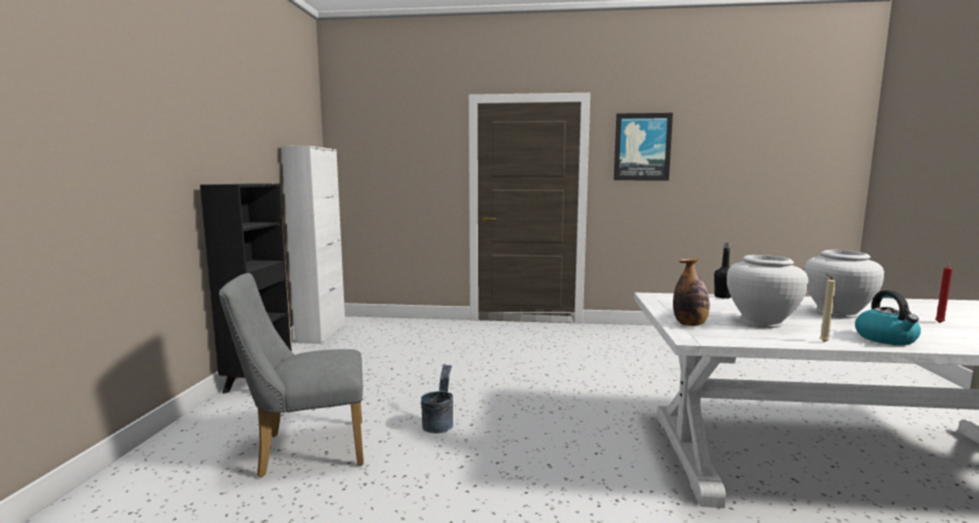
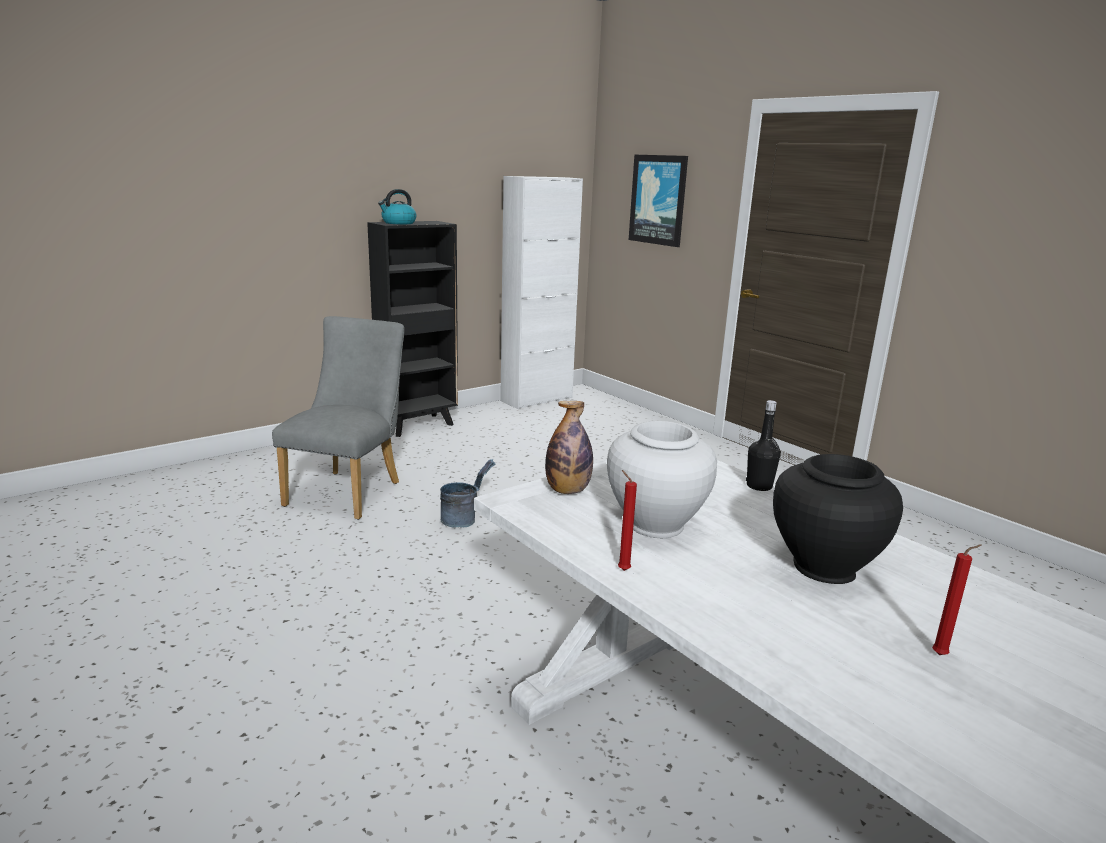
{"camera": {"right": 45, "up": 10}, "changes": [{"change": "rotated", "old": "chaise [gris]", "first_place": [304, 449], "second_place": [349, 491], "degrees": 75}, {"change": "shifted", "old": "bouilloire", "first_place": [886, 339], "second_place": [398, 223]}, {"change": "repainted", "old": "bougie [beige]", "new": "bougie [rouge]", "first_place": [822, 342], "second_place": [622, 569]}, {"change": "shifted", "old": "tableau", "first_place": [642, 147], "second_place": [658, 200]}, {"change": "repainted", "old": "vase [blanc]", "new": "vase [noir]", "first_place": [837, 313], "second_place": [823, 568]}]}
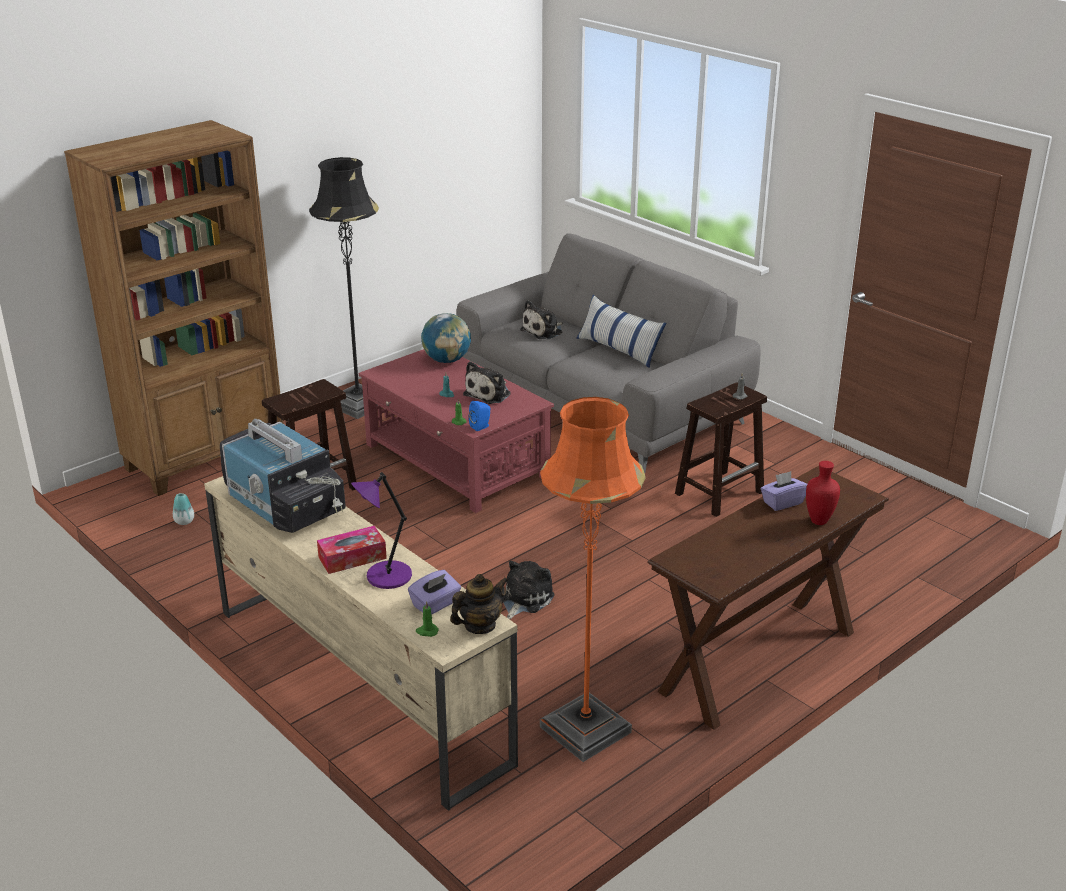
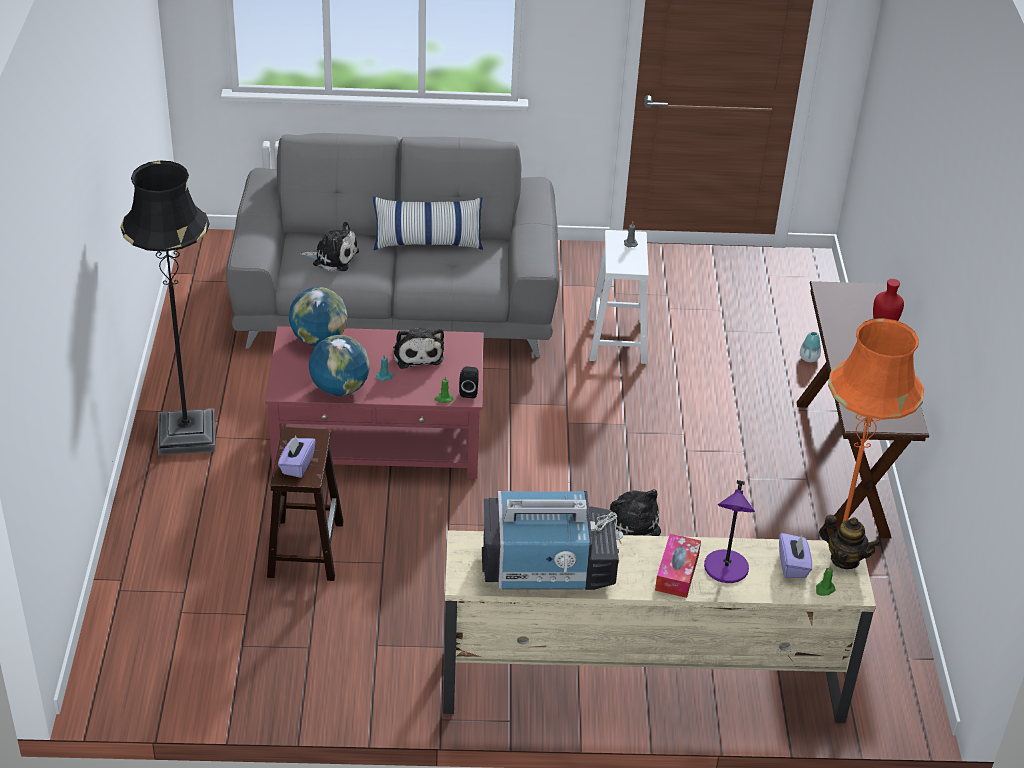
{"camera": {"right": -50, "up": 10}, "changes": [{"change": "shifted", "old": "boîte à mouchoirs [violet]", "first_place": [782, 502], "second_place": [297, 465]}, {"change": "rotated", "old": "peluche", "first_place": [543, 331], "second_place": [333, 257], "degrees": -75}, {"change": "new", "new": "globe", "second_place": [339, 388]}, {"change": "repainted", "old": "enceinte [bleu]", "new": "enceinte [noir]", "first_place": [481, 426], "second_place": [469, 391]}, {"change": "repainted", "old": "tabouret [marron]", "new": "tabouret [blanc]", "first_place": [720, 492], "second_place": [617, 339]}, {"change": "shifted", "old": "vase", "first_place": [184, 521], "second_place": [809, 358]}, {"change": "rotated", "old": "théière", "first_place": [480, 625], "second_place": [844, 559], "degrees": 120}, {"change": "gone", "old": "bibliothèque [marron]", "first_place": [206, 458]}]}
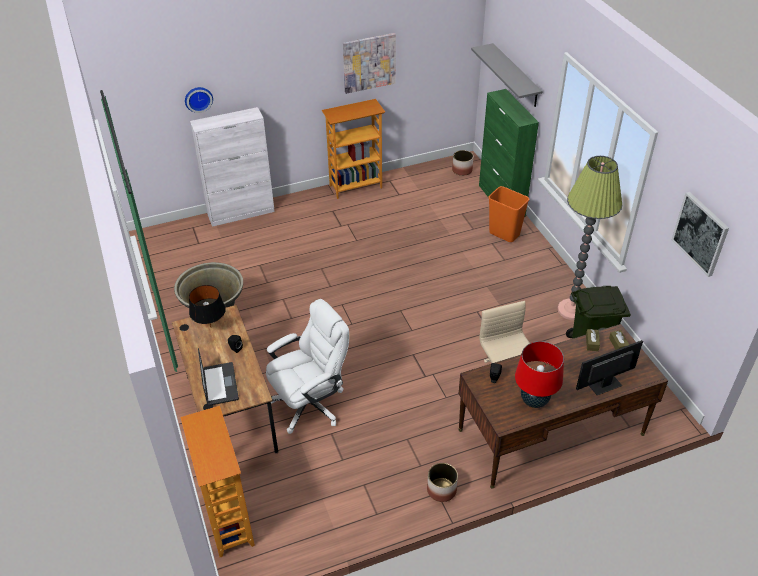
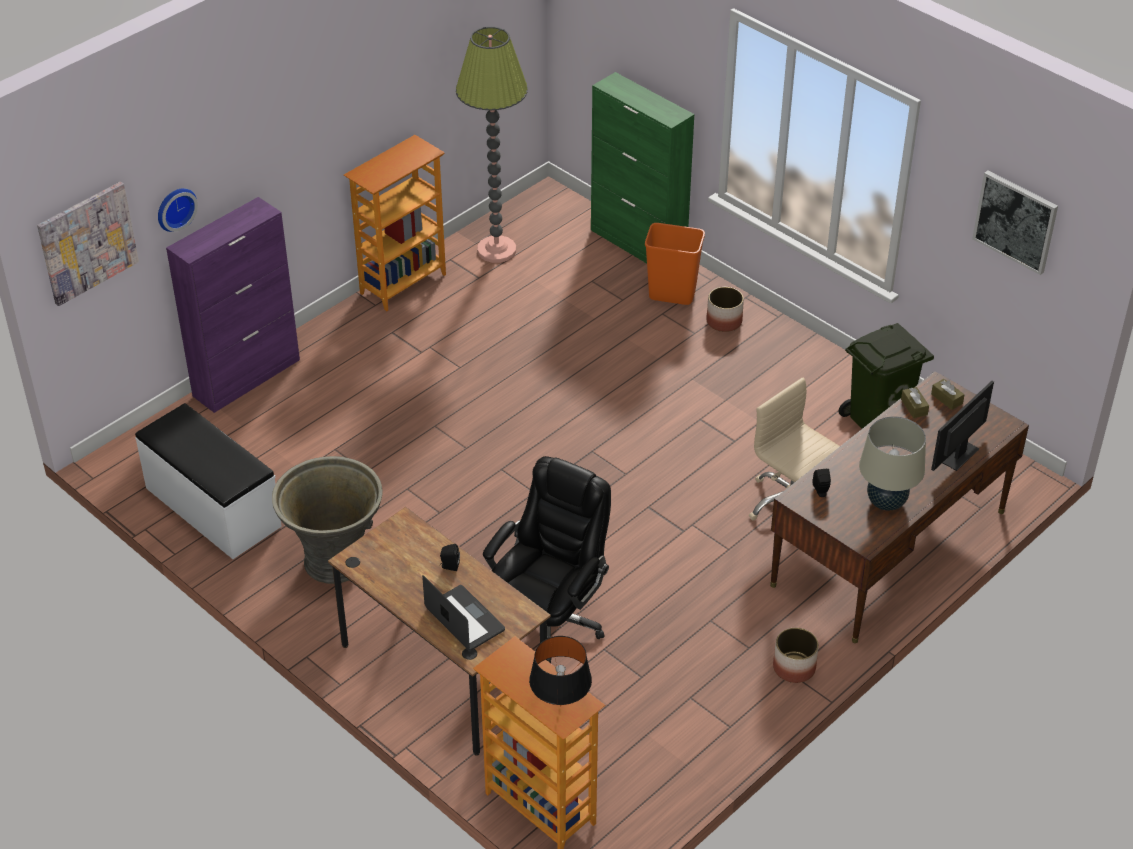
{"camera": {"right": -25, "up": 0}, "changes": [{"change": "shifted", "old": "tableau", "first_place": [369, 62], "second_place": [87, 242]}, {"change": "new", "new": "banc [blanc]", "second_place": [212, 508]}, {"change": "repainted", "old": "meuble de rangement [blanc]", "new": "meuble de rangement [violet]", "first_place": [241, 213], "second_place": [247, 377]}, {"change": "shifted", "old": "lampadaire", "first_place": [571, 310], "second_place": [496, 250]}, {"change": "repainted", "old": "chaise de bureau [blanc]", "new": "chaise de bureau [noir]", "first_place": [310, 404], "second_place": [548, 620]}, {"change": "shifted", "old": "lampe de table [noir]", "first_place": [210, 327], "second_place": [560, 706]}, {"change": "shifted", "old": "cache-pot", "first_place": [462, 170], "second_place": [724, 321]}, {"change": "repainted", "old": "lampe de table [rouge]", "new": "lampe de table [beige]", "first_place": [534, 400], "second_place": [886, 502]}, {"change": "gone", "old": "étagère [gris]", "first_place": [515, 76]}]}
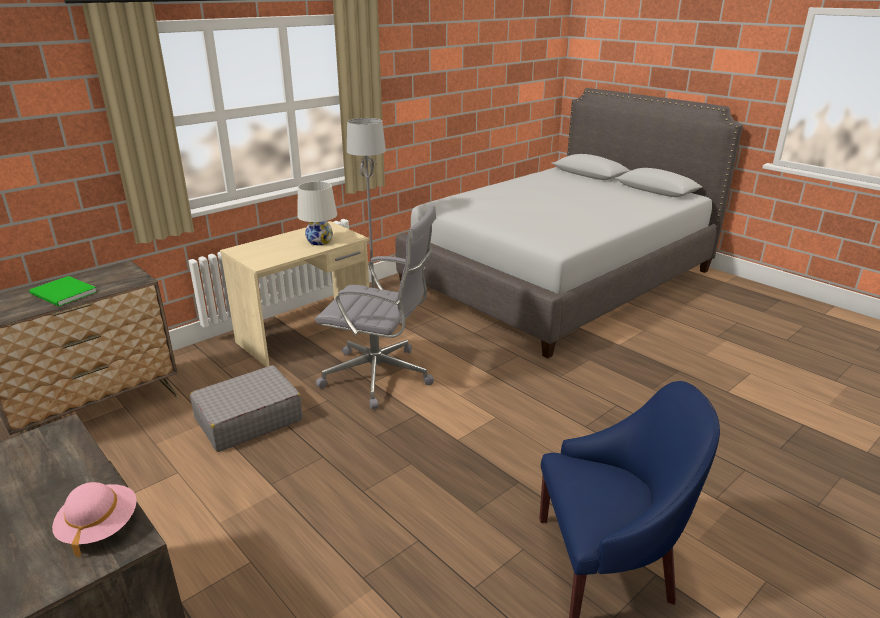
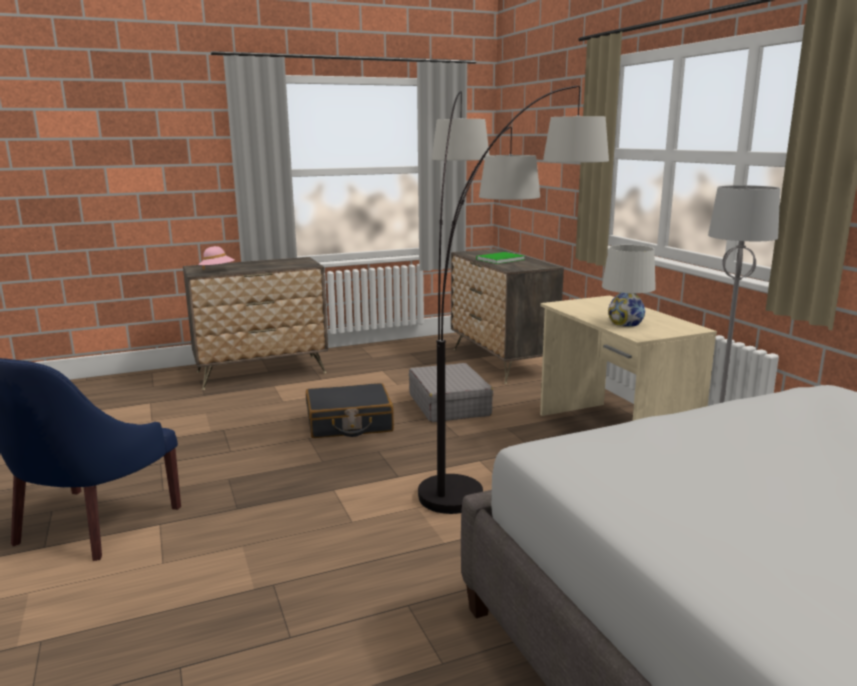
{"camera": {"right": 110, "up": -10}, "changes": [{"change": "new", "new": "valise [noir]", "second_place": [349, 423]}, {"change": "swapped", "old": "chaise de bureau [gris]", "new": "lampadaire", "first_place": [380, 376], "second_place": [489, 466]}]}
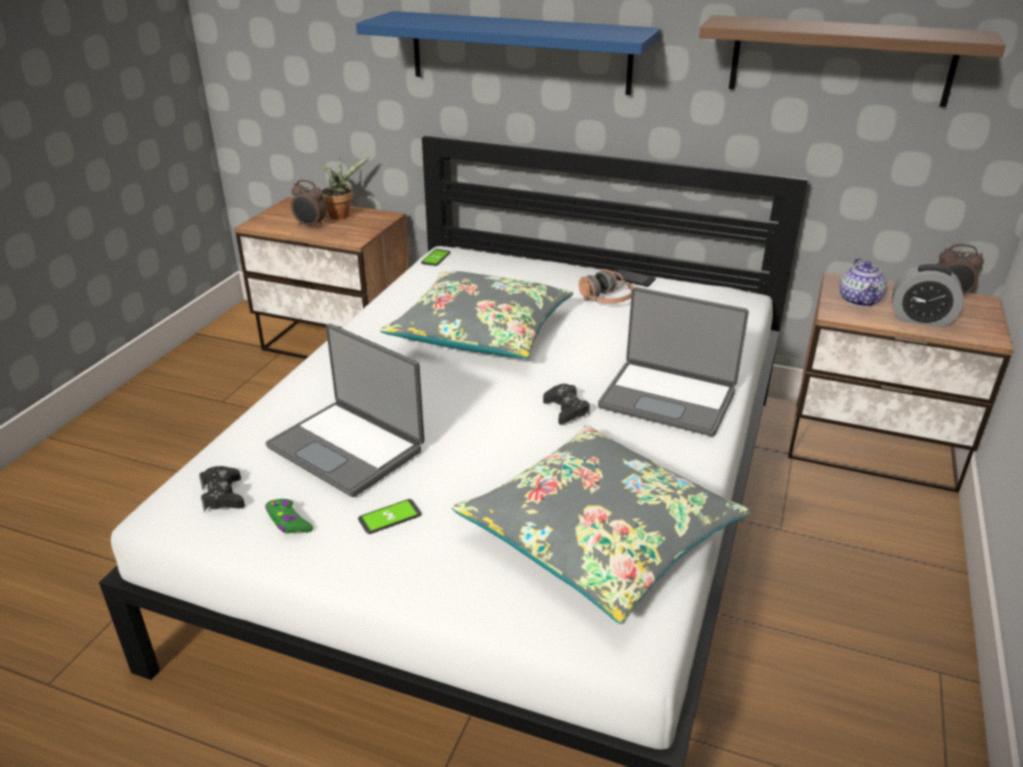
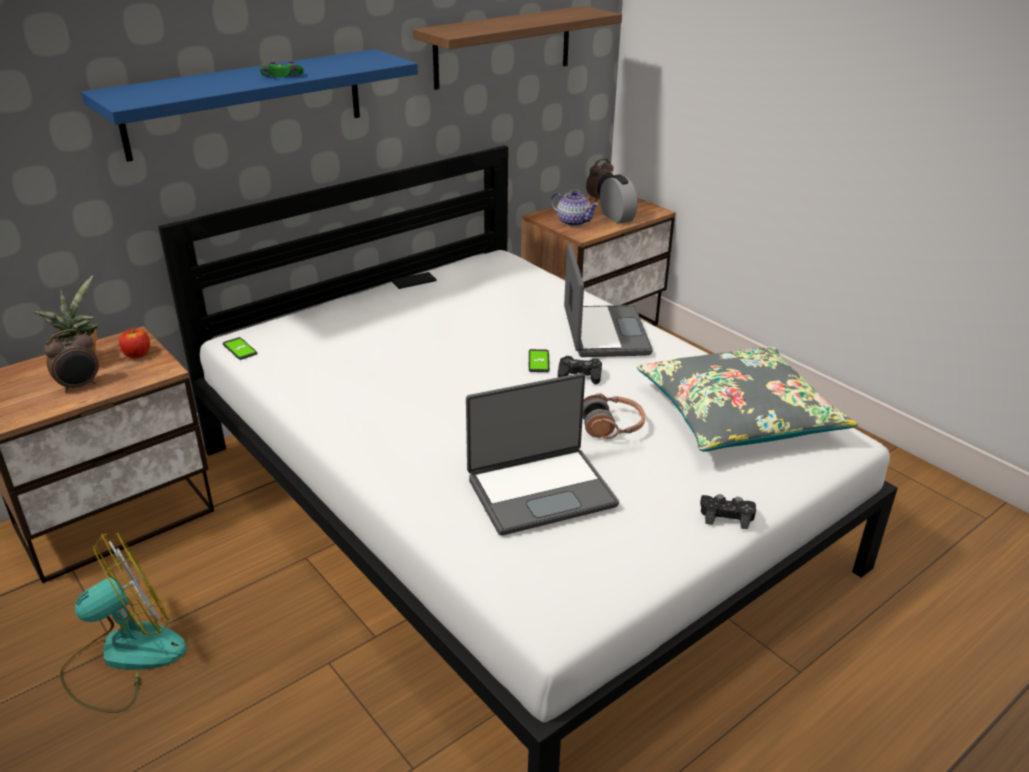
{"camera": {"right": -60, "up": 0}, "changes": [{"change": "new", "new": "ventilateur", "second_place": [124, 657]}, {"change": "new", "new": "pomme", "second_place": [137, 354]}, {"change": "shifted", "old": "manette [vert]", "first_place": [288, 522], "second_place": [281, 76]}, {"change": "shifted", "old": "téléphone", "first_place": [390, 517], "second_place": [538, 361]}, {"change": "rotated", "old": "ordinateur portable", "first_place": [668, 398], "second_place": [603, 333], "degrees": -60}, {"change": "shifted", "old": "casque audio", "first_place": [606, 299], "second_place": [611, 426]}, {"change": "rotated", "old": "réveil", "first_place": [920, 319], "second_place": [616, 217], "degrees": -75}, {"change": "shifted", "old": "manette [noir]", "first_place": [223, 495], "second_place": [726, 515]}, {"change": "gone", "old": "coussin [gris]", "first_place": [481, 332]}]}
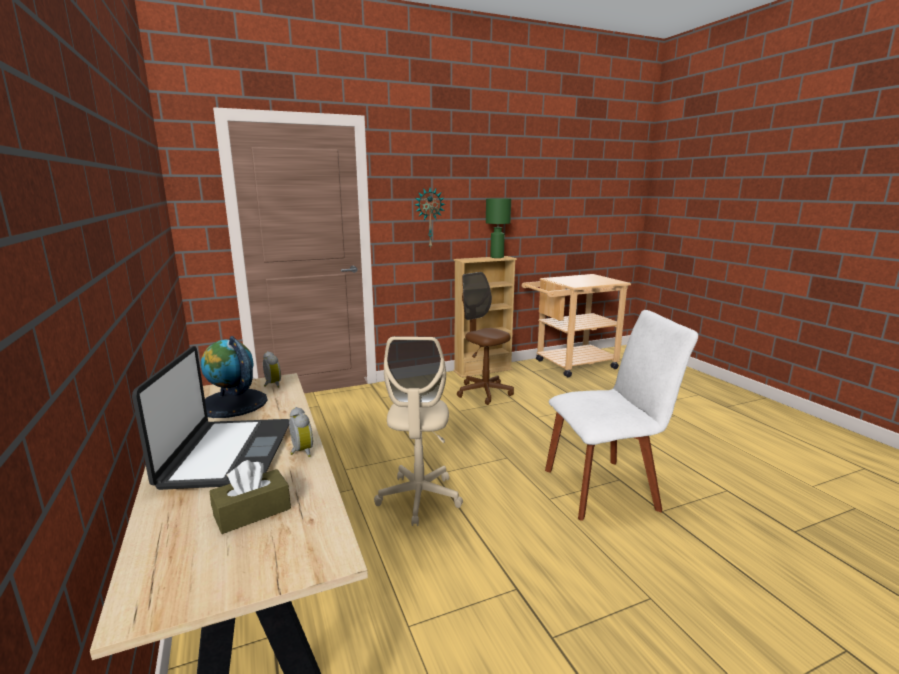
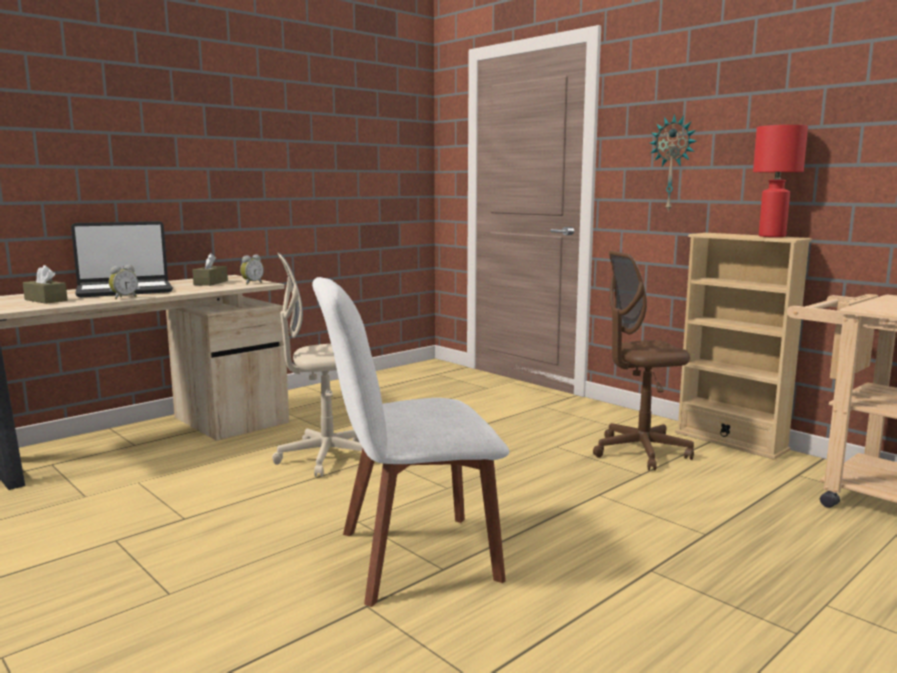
{"camera": {"right": 70, "up": -5}, "changes": [{"change": "swapped", "old": "globe", "new": "boîte à mouchoirs [marron]", "first_place": [232, 403], "second_place": [211, 283]}, {"change": "rotated", "old": "chaise [blanc]", "first_place": [605, 488], "second_place": [409, 558], "degrees": 105}, {"change": "rotated", "old": "chaise de bureau [marron]", "first_place": [484, 392], "second_place": [640, 452], "degrees": -135}, {"change": "repainted", "old": "lampe de table [vert]", "new": "lampe de table [rouge]", "first_place": [497, 257], "second_place": [772, 236]}]}
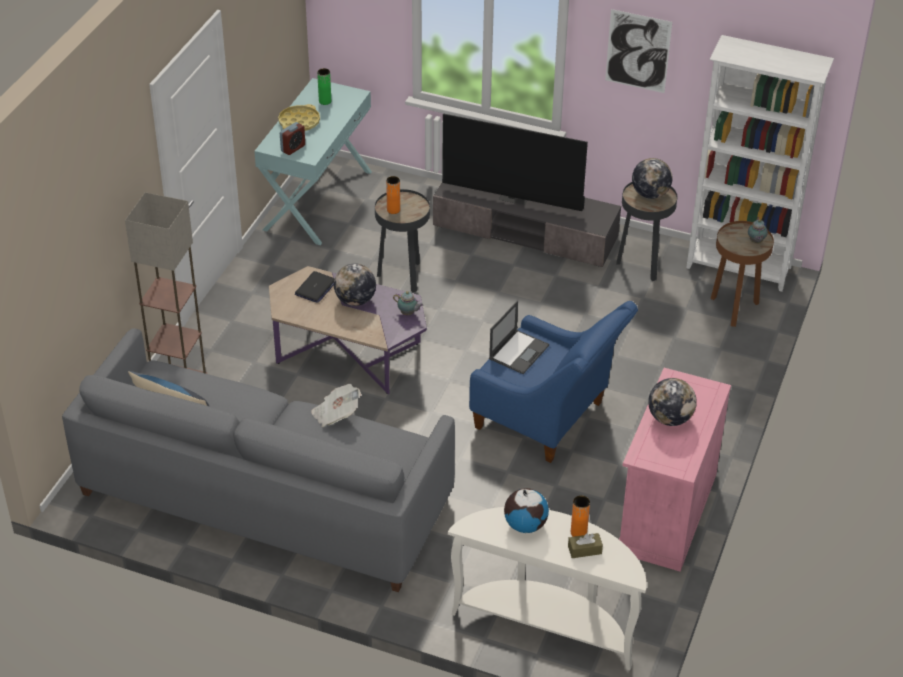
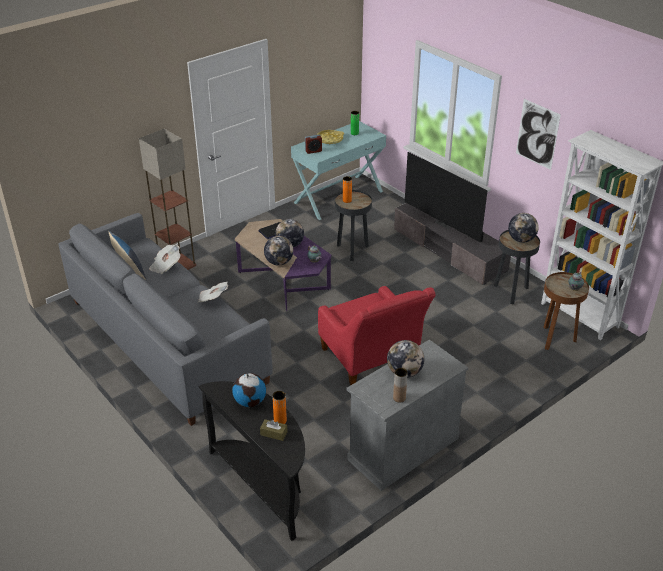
{"camera": {"right": 30, "up": -5}, "changes": [{"change": "new", "new": "journal", "second_place": [165, 266]}, {"change": "repainted", "old": "table console [blanc]", "new": "table console [noir]", "first_place": [547, 623], "second_place": [264, 485]}, {"change": "new", "new": "globe", "second_place": [279, 262]}, {"change": "repainted", "old": "fauteuil [bleu]", "new": "fauteuil [rouge]", "first_place": [547, 419], "second_place": [372, 360]}, {"change": "repainted", "old": "meuble de rangement [rose]", "new": "meuble de rangement [gris]", "first_place": [666, 512], "second_place": [403, 448]}, {"change": "new", "new": "vase [marron]", "second_place": [399, 398]}, {"change": "gone", "old": "ordinateur portable", "first_place": [519, 351]}]}
